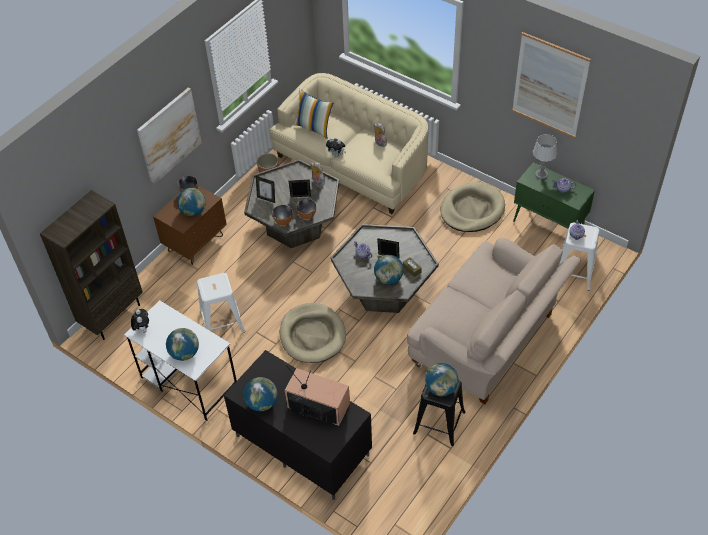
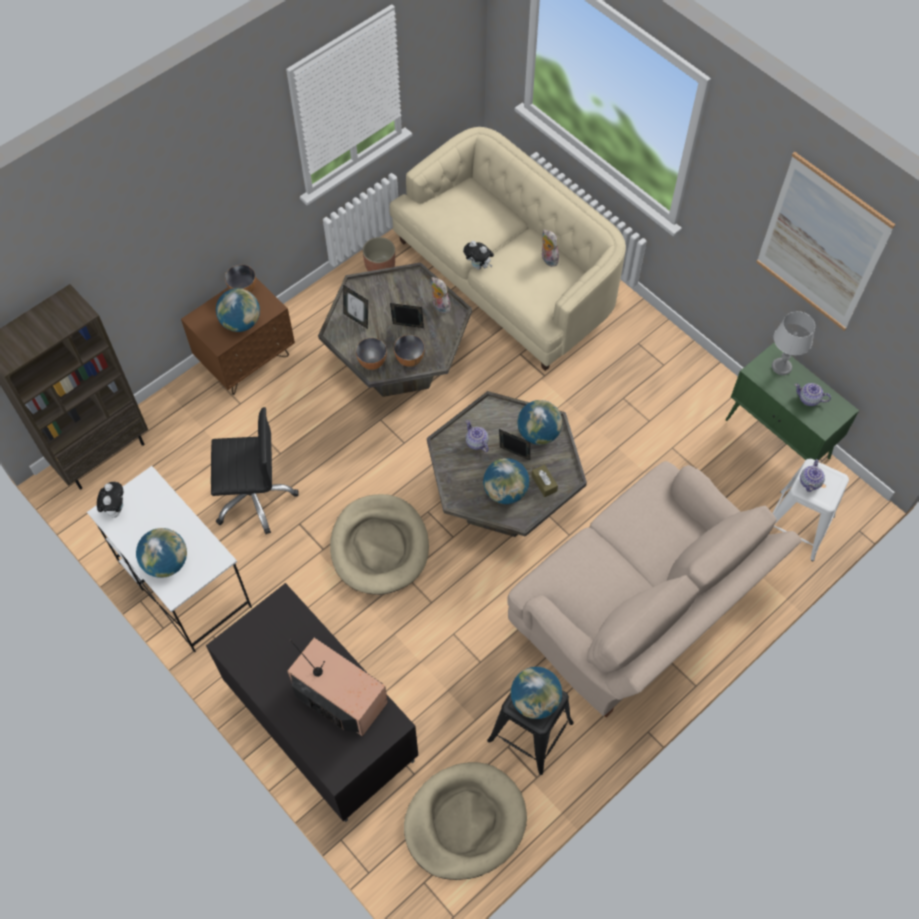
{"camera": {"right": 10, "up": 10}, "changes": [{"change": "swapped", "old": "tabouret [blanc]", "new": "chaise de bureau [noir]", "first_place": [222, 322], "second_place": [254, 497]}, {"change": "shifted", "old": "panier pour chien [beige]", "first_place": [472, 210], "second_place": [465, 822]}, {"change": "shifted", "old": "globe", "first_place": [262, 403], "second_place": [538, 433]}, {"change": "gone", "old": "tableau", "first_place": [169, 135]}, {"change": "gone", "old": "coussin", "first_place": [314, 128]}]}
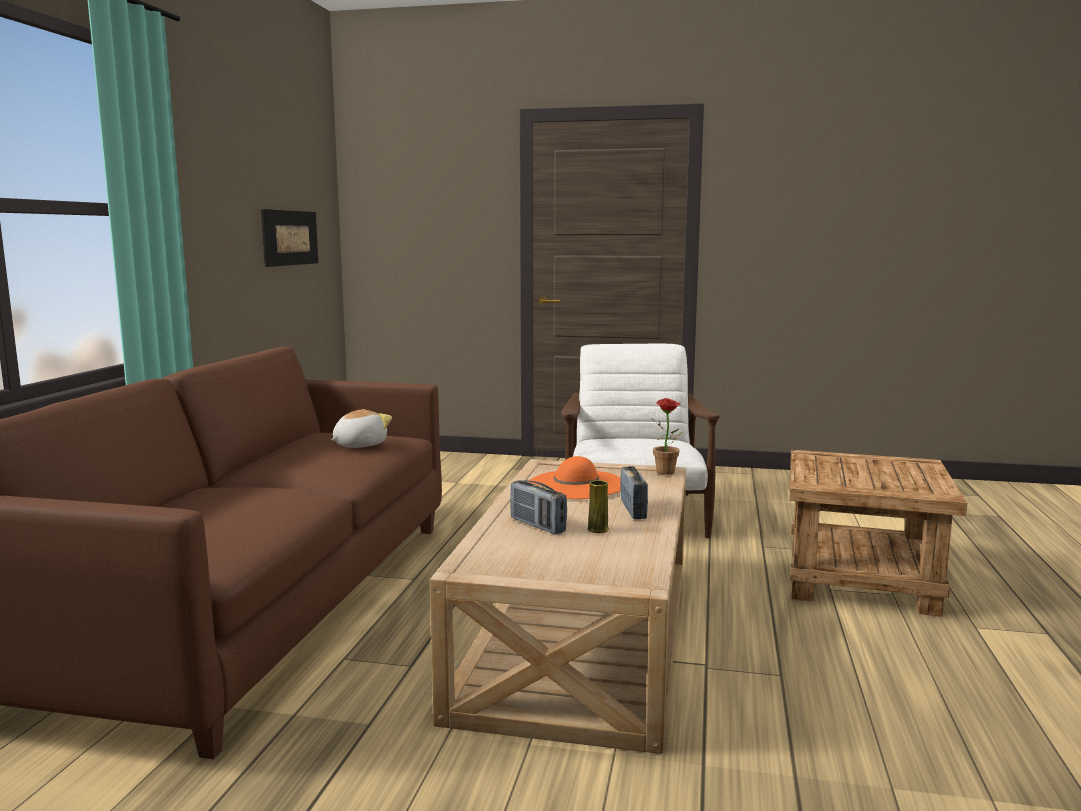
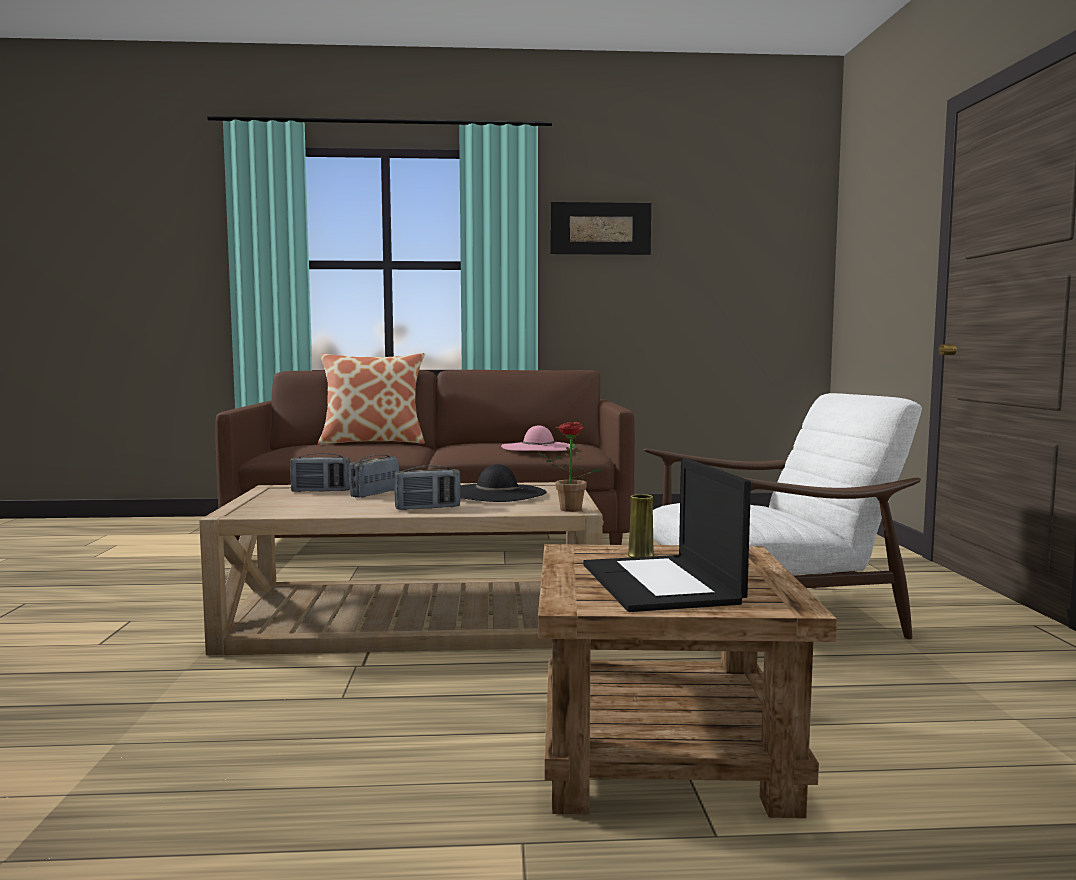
{"camera": {"right": 75, "up": -5}, "changes": [{"change": "new", "new": "radio", "second_place": [321, 491]}, {"change": "new", "new": "coussin", "second_place": [373, 442]}, {"change": "repainted", "old": "chapeau [orange]", "new": "chapeau [noir]", "first_place": [576, 485], "second_place": [496, 493]}, {"change": "swapped", "old": "peluche", "new": "chapeau [rose]", "first_place": [359, 445], "second_place": [538, 447]}, {"change": "shifted", "old": "tableau", "first_place": [290, 238], "second_place": [600, 228]}, {"change": "new", "new": "ordinateur portable", "second_place": [662, 584]}, {"change": "shifted", "old": "vase [jaune]", "first_place": [598, 529], "second_place": [641, 555]}]}
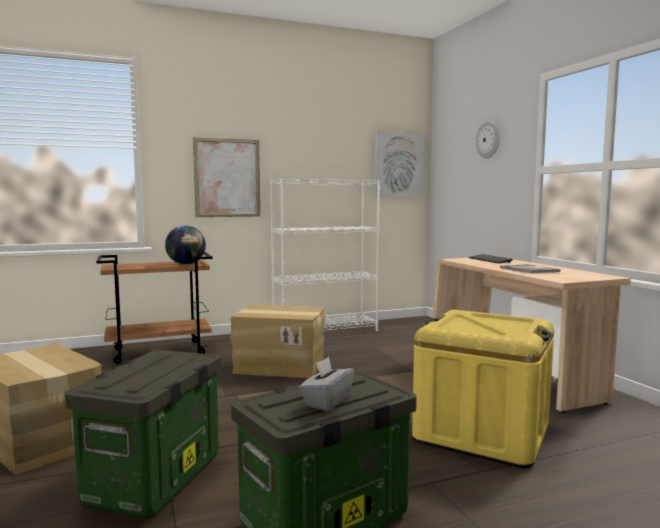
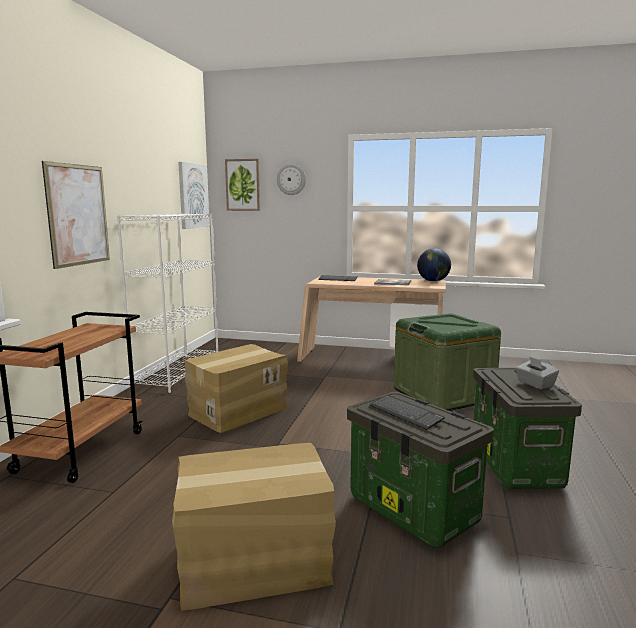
{"camera": {"right": -55, "up": 5}, "changes": [{"change": "new", "new": "tableau", "second_place": [243, 185]}, {"change": "new", "new": "clavier", "second_place": [405, 413]}, {"change": "repainted", "old": "boîte de rangement [jaune]", "new": "boîte de rangement [vert]", "first_place": [482, 433], "second_place": [443, 395]}, {"change": "shifted", "old": "globe", "first_place": [186, 264], "second_place": [433, 281]}]}
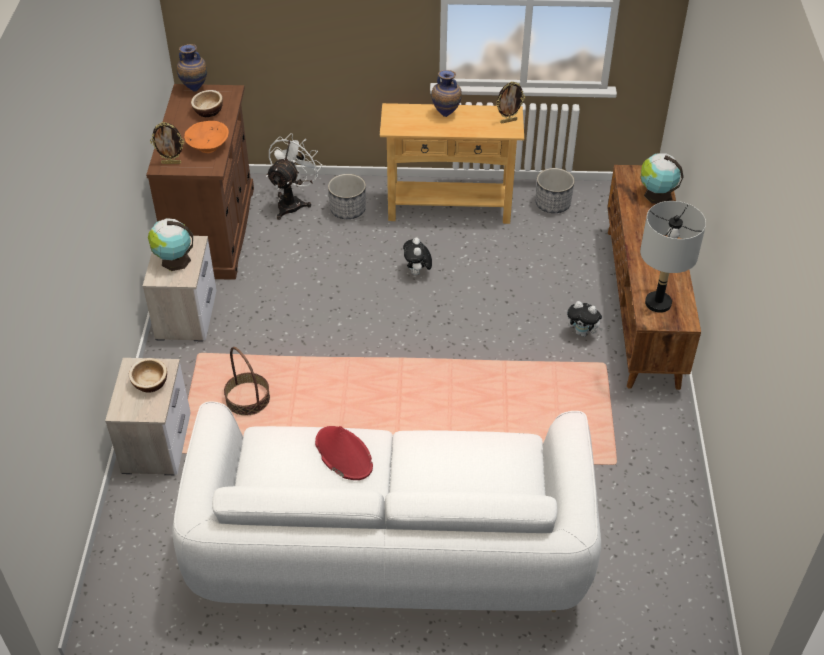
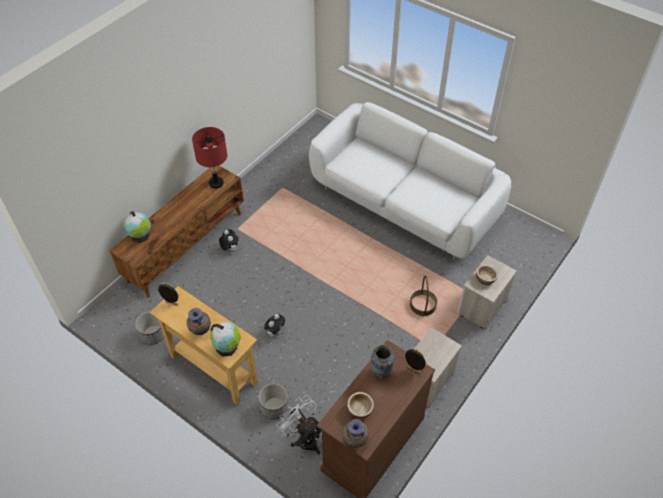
{"camera": {"right": -145, "up": 5}, "changes": [{"change": "repainted", "old": "lampe de table [gris]", "new": "lampe de table [rouge]", "first_place": [657, 303], "second_place": [216, 183]}, {"change": "shifted", "old": "globe", "first_place": [174, 261], "second_place": [227, 348]}, {"change": "rotated", "old": "ventilateur [blanc]", "first_place": [293, 202], "second_place": [304, 438], "degrees": 75}, {"change": "swapped", "old": "bol [orange]", "new": "vase", "first_place": [208, 147], "second_place": [381, 371]}, {"change": "gone", "old": "chapeau [rouge]", "first_place": [343, 454]}]}
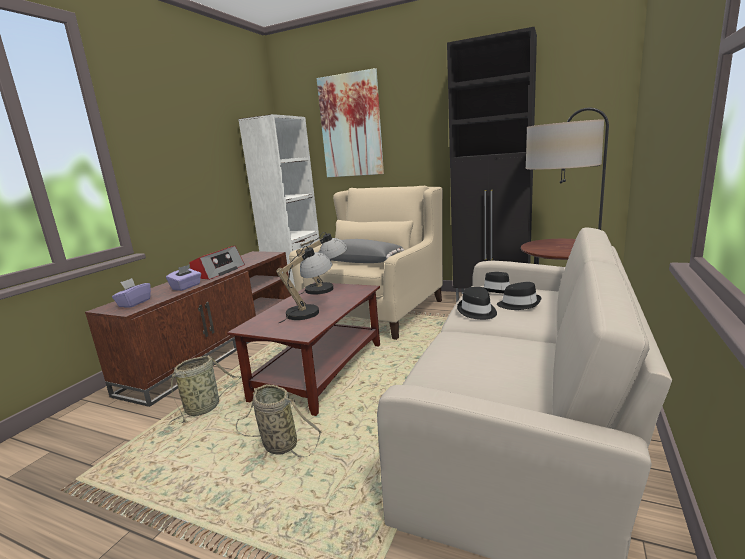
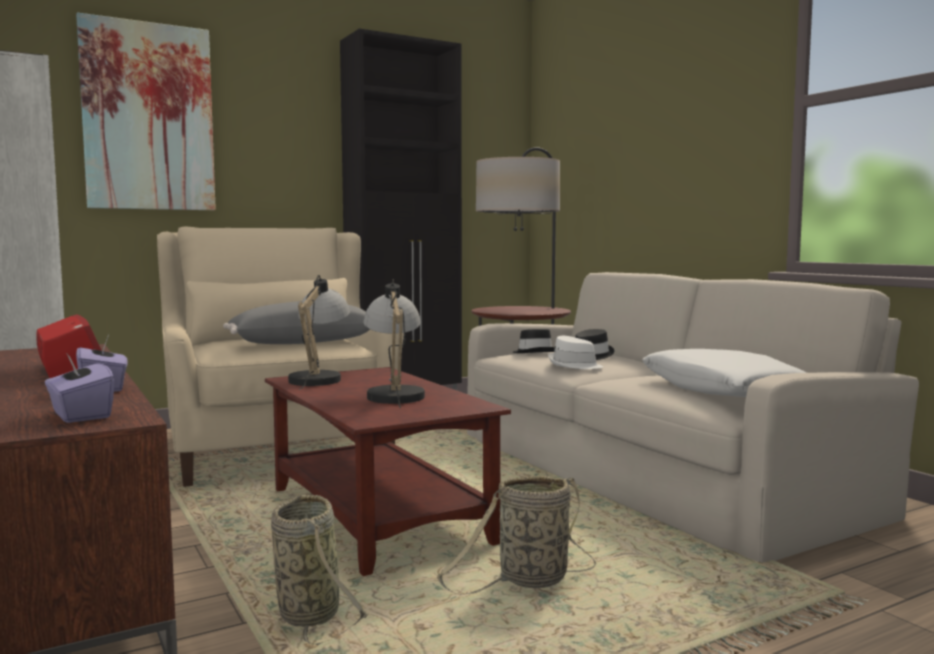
{"camera": {"right": -55, "up": -10}, "changes": [{"change": "repainted", "old": "chapeau [noir]", "new": "chapeau [blanc]", "first_place": [477, 311], "second_place": [574, 365]}, {"change": "new", "new": "coussin [blanc]", "second_place": [723, 391]}]}
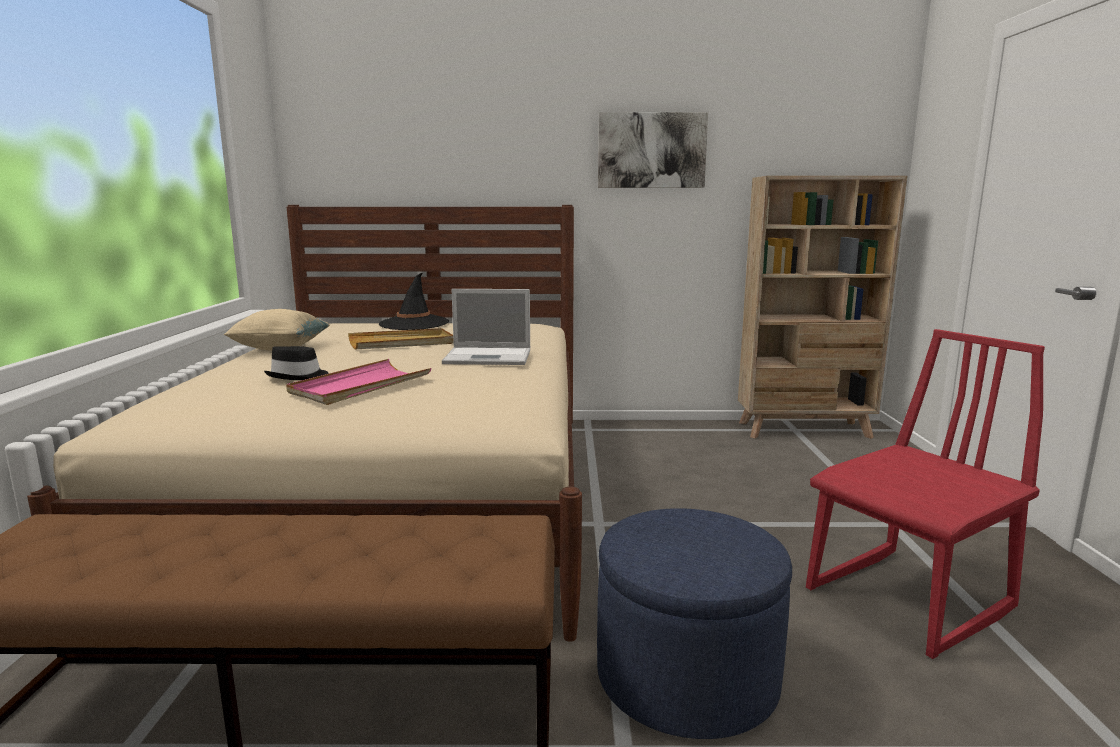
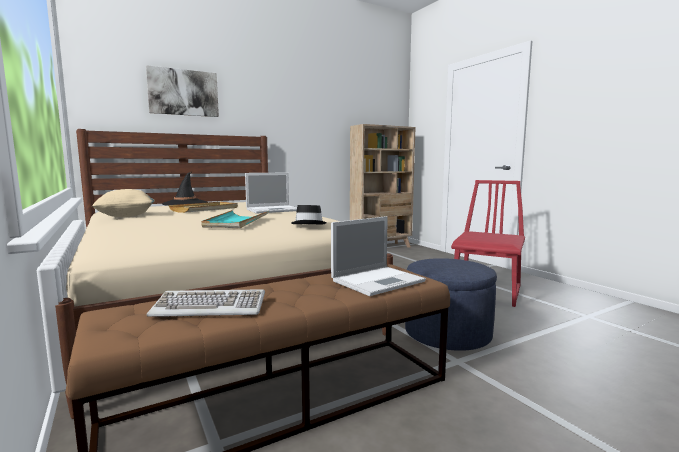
{"camera": {"right": -30, "up": -5}, "changes": [{"change": "shifted", "old": "tableau", "first_place": [651, 150], "second_place": [183, 92]}, {"change": "new", "new": "clavier", "second_place": [210, 307]}, {"change": "repainted", "old": "plateau [rose]", "new": "plateau [turquoise]", "first_place": [360, 386], "second_place": [236, 222]}, {"change": "shifted", "old": "chapeau [noir]", "first_place": [298, 376], "second_place": [309, 224]}, {"change": "new", "new": "ordinateur portable", "second_place": [379, 280]}]}
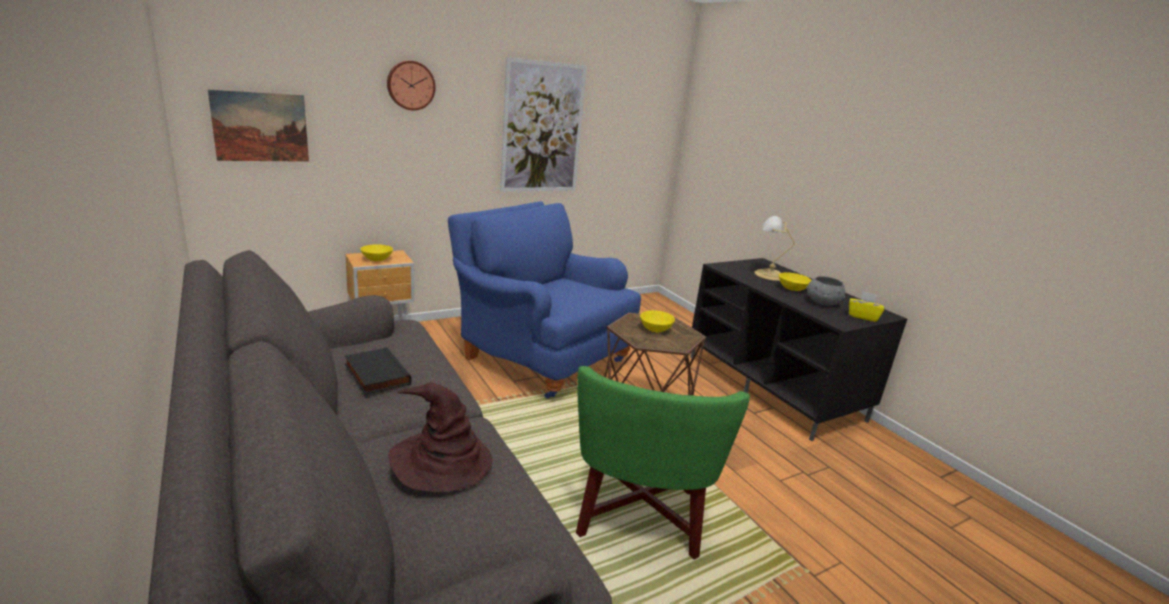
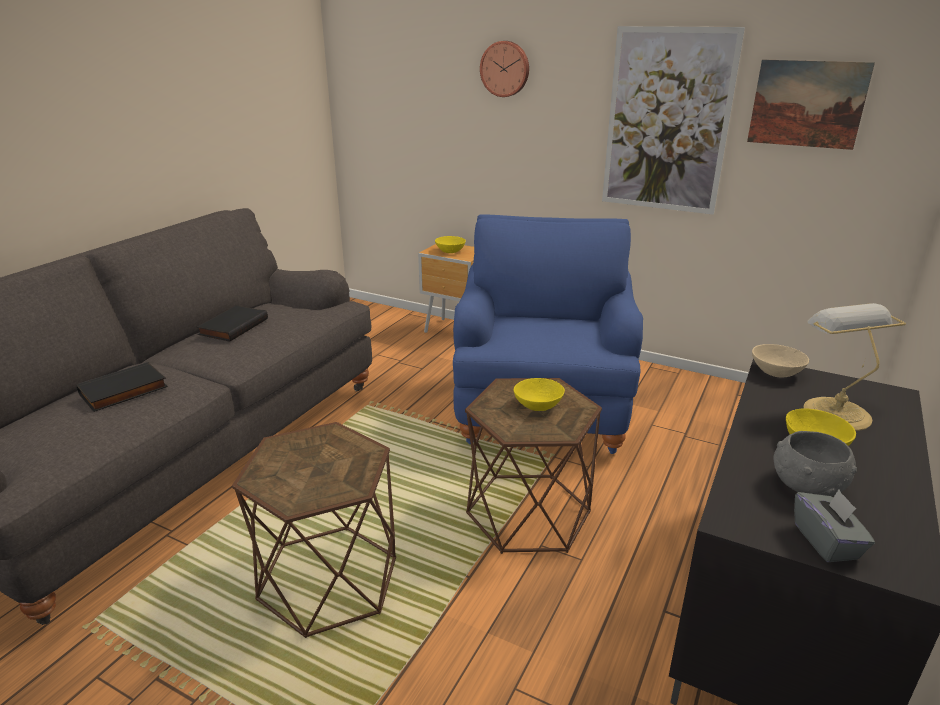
{"camera": {"right": 60, "up": 5}, "changes": [{"change": "swapped", "old": "chapeau [marron]", "new": "livre [noir]", "first_place": [442, 461], "second_place": [123, 391]}, {"change": "swapped", "old": "fauteuil [vert]", "new": "table d'appoint [marron]", "first_place": [639, 514], "second_place": [329, 578]}, {"change": "shifted", "old": "tableau", "first_place": [260, 127], "second_place": [807, 104]}, {"change": "new", "new": "bol [beige]", "second_place": [776, 372]}, {"change": "repainted", "old": "boîte à mouchoirs [jaune]", "new": "boîte à mouchoirs [gris]", "first_place": [862, 316], "second_place": [826, 542]}]}
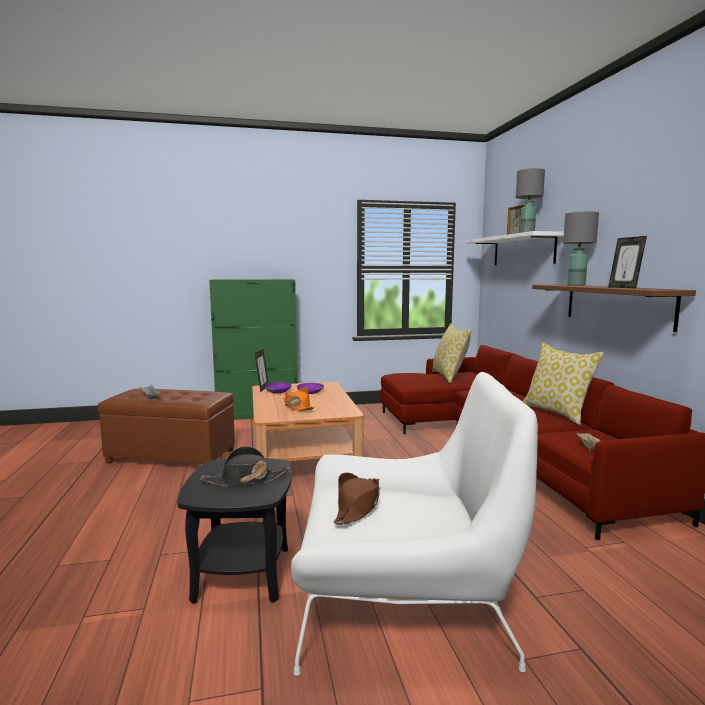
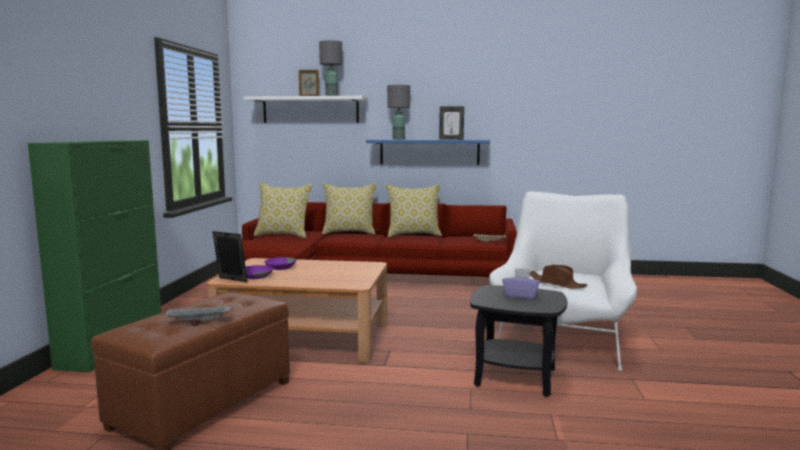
{"camera": {"right": -70, "up": 0}, "changes": [{"change": "new", "new": "coussin", "second_place": [349, 232]}, {"change": "repainted", "old": "étagère [marron]", "new": "étagère [bleu]", "first_place": [617, 305], "second_place": [429, 152]}, {"change": "swapped", "old": "chapeau [noir]", "new": "boîte à mouchoirs [violet]", "first_place": [245, 480], "second_place": [520, 296]}, {"change": "gone", "old": "chapeau [orange]", "first_place": [297, 407]}]}
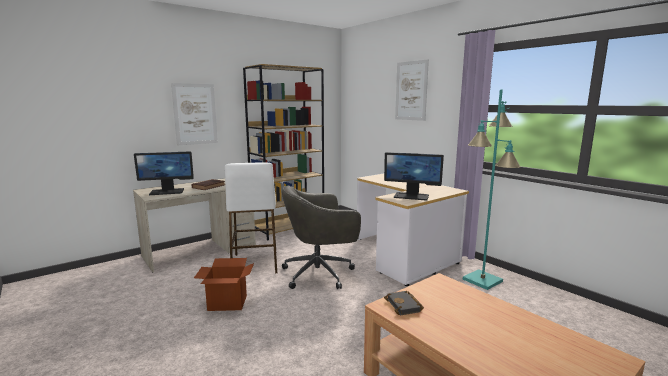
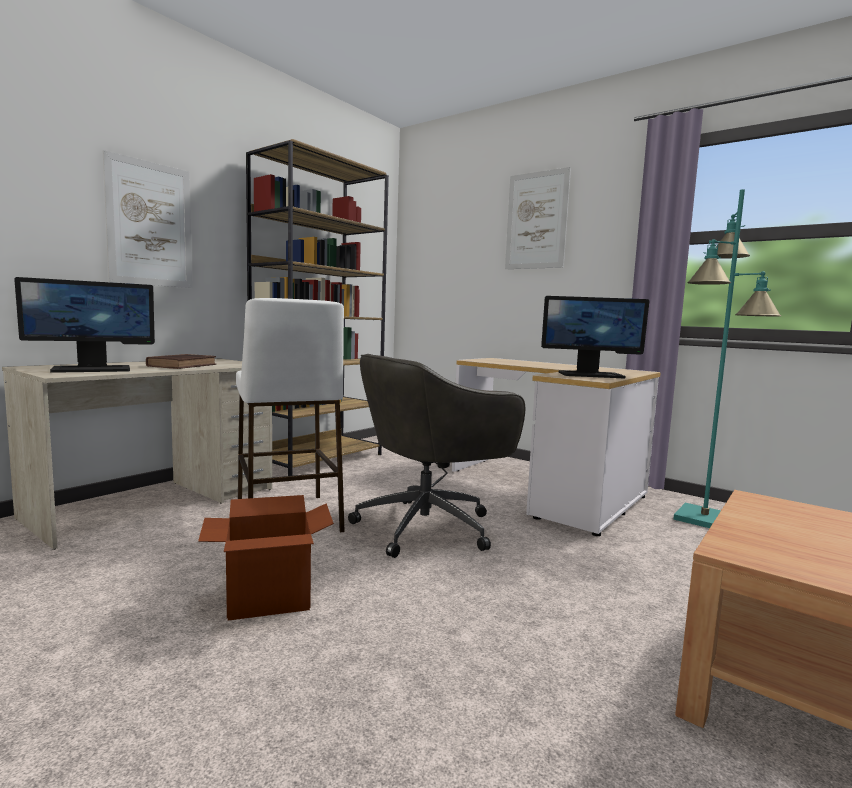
{"camera": {"right": -15, "up": -5}, "changes": [{"change": "gone", "old": "livre [noir]", "first_place": [405, 306]}]}
